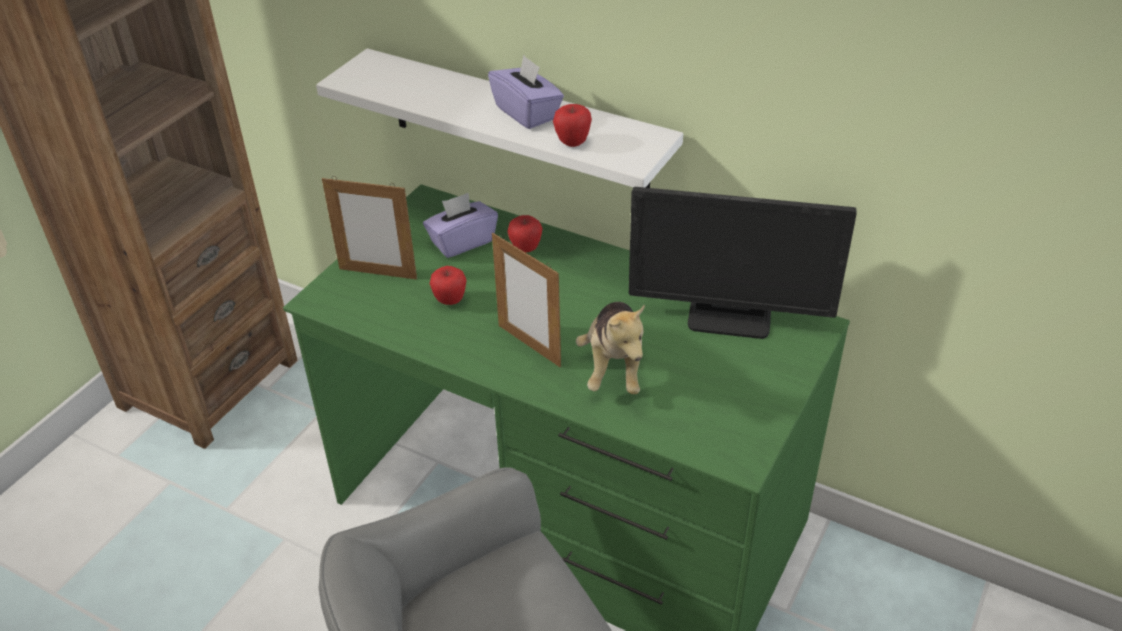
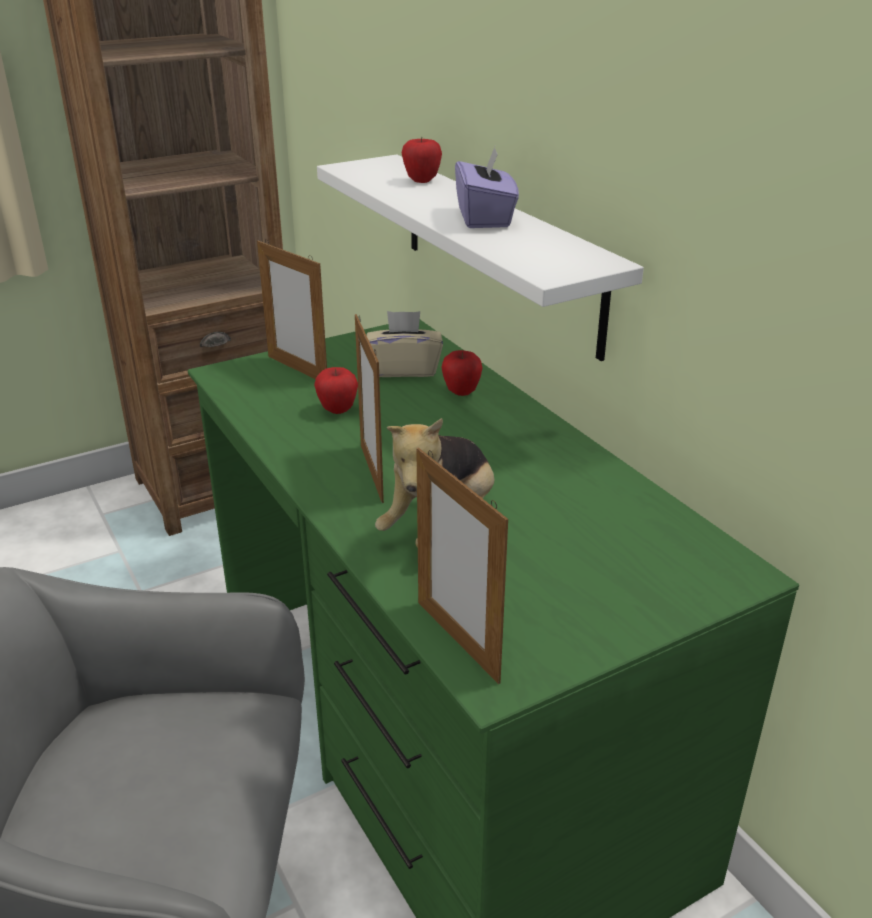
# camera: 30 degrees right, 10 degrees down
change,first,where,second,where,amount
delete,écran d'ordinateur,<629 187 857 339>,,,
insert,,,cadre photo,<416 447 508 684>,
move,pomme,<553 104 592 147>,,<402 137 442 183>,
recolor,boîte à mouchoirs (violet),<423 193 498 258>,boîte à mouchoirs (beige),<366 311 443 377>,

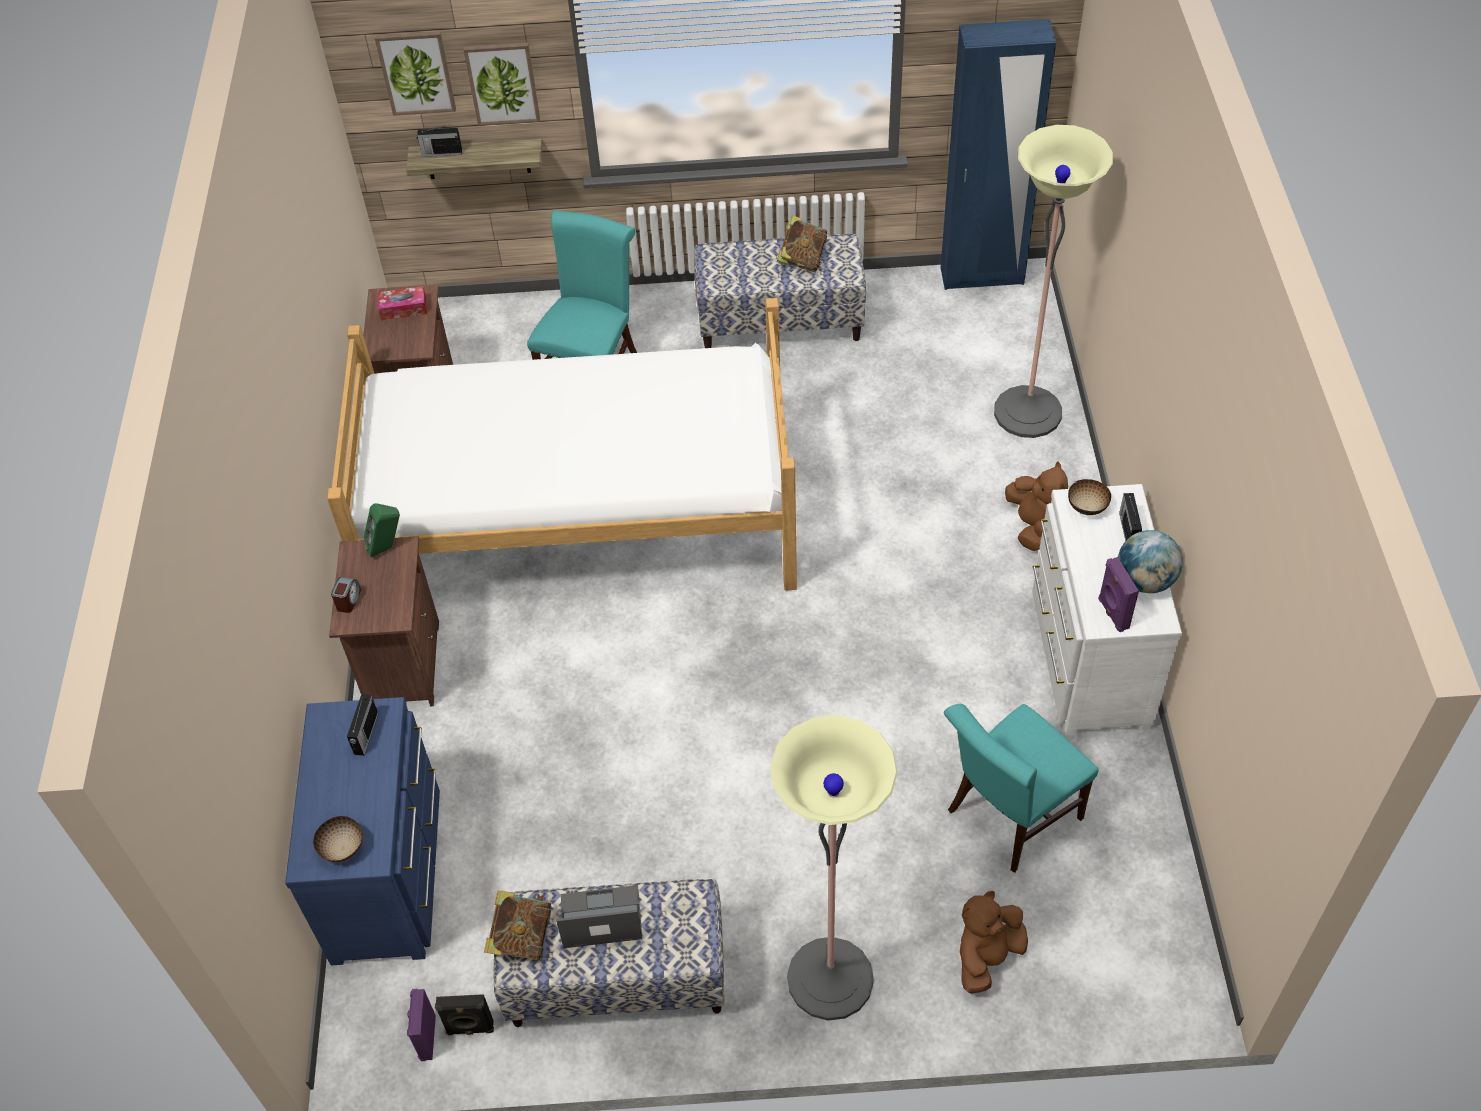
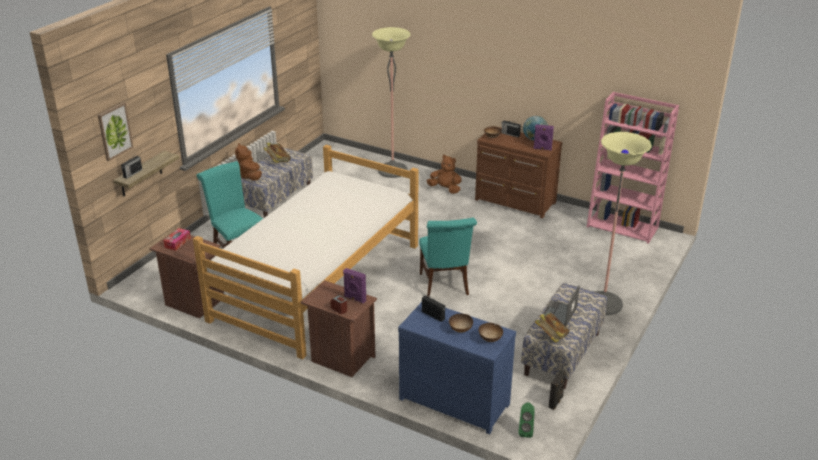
# camera: 60 degrees left, 20 degrees down
change,first,where,second,where,amount
delete,tableau,<464 43 540 126>,,,
delete,armoire (bleu),<941 19 1056 290>,,,
insert,,,bol,<449 314 473 333>,
insert,,,bibliothèque (rose),<587 92 679 244>,
move,enceinte (vert),<364 503 400 557>,,<518 402 535 438>,
move,enceinte (violet),<407 989 436 1061>,,<343 268 366 304>,
move,chaise (turquoise),<944 704 1098 873>,,<419 218 477 297>,
move,peluche (marron),<960 891 1028 994>,,<235 143 262 180>,
recolor,commode (blanc),<1032 484 1182 735>,commode (marron),<475 126 562 218>,

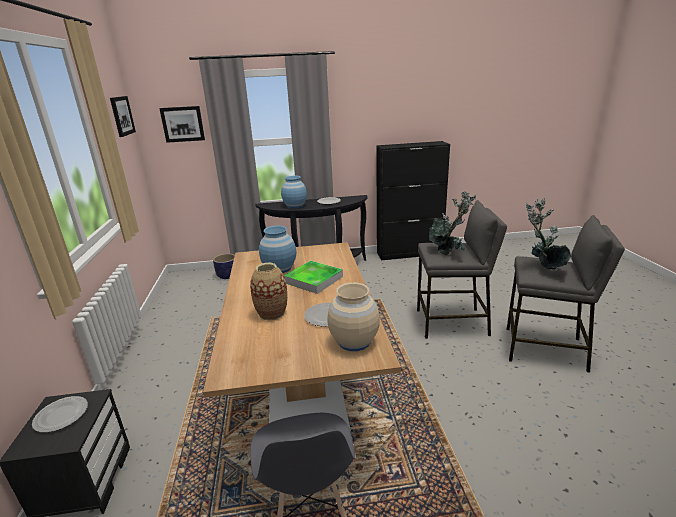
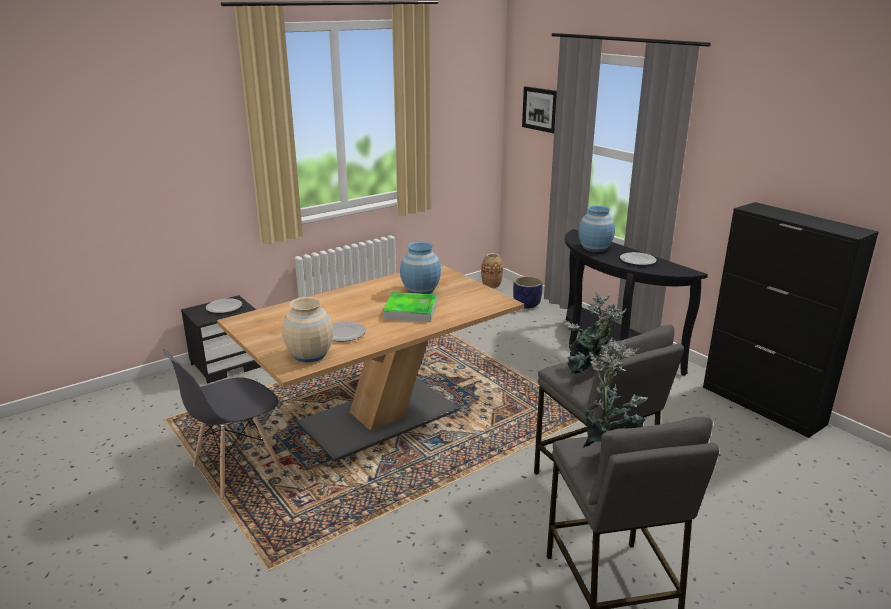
# camera: 60 degrees right, 0 degrees up
change,first,where,second,where,amount
delete,tableau,<110 96 136 137>,,,
move,vase,<250 263 287 320>,,<481 253 503 289>,

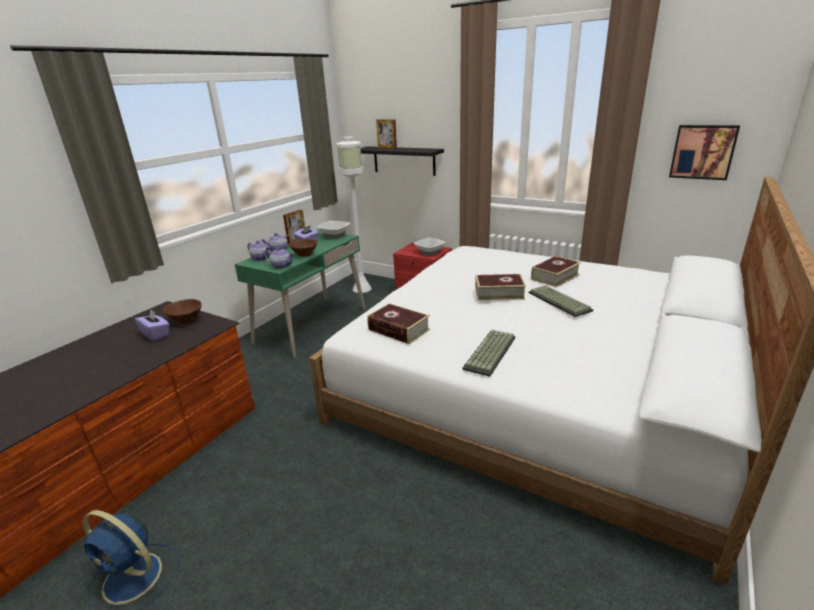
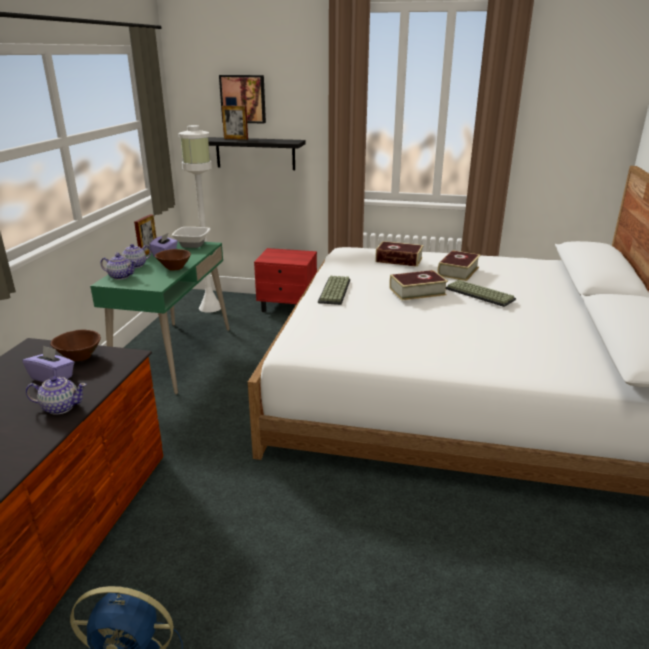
# camera: 20 degrees left, 0 degrees up
change,first,where,second,where,amount
delete,bol,<414 238 446 256>,,,
move,théière,<265 247 294 269>,,<26 376 87 415>,
move,livre,<367 303 430 344>,,<375 241 424 267>,
move,clavier,<462 330 515 377>,,<318 276 350 305>,
move,tableau,<669 125 740 180>,,<219 75 266 124>,

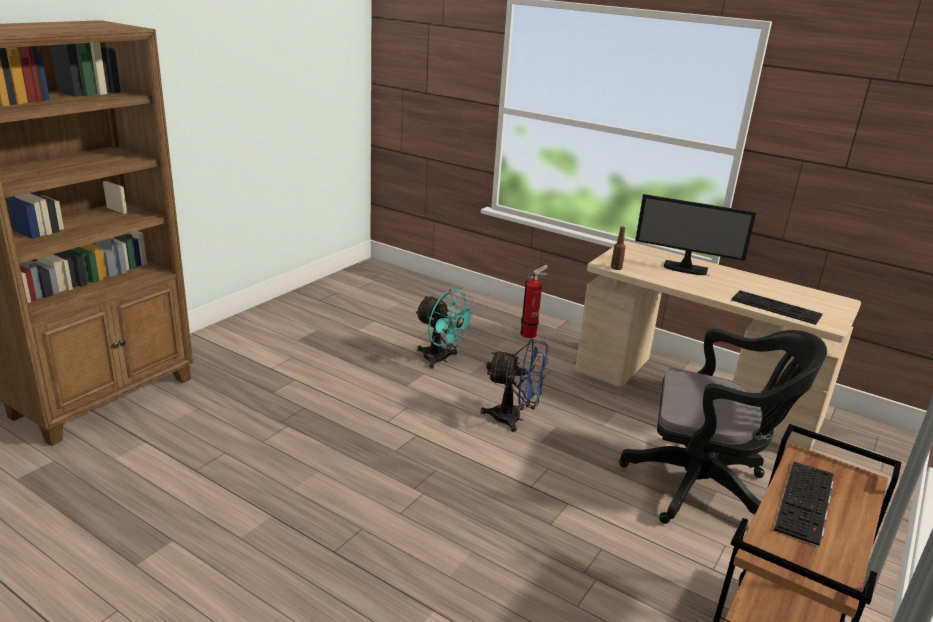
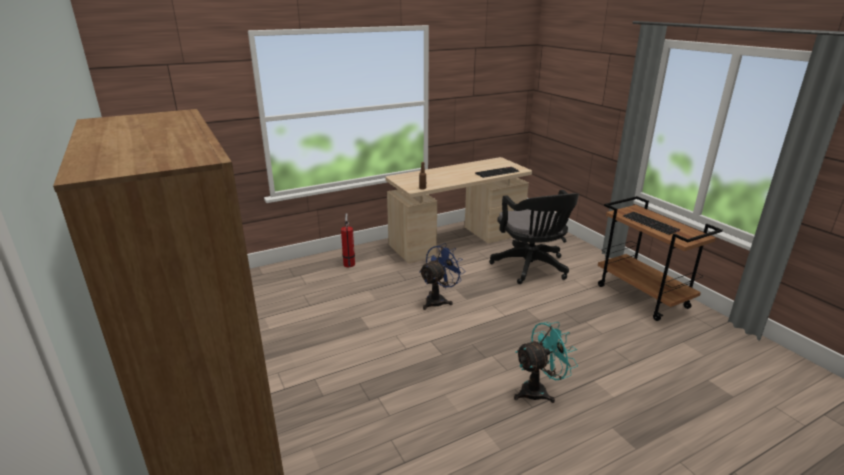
# camera: 60 degrees left, 0 degrees up
change,first,where,second,where,amount
delete,écran d'ordinateur,<635 194 756 275>,,,
move,ventilateur (turquoise),<415 289 477 369>,,<514 322 578 403>,
rotate,chaise de bureau (noir),<619 329 827 524>,,<489 190 579 284>,120 degrees clockwise

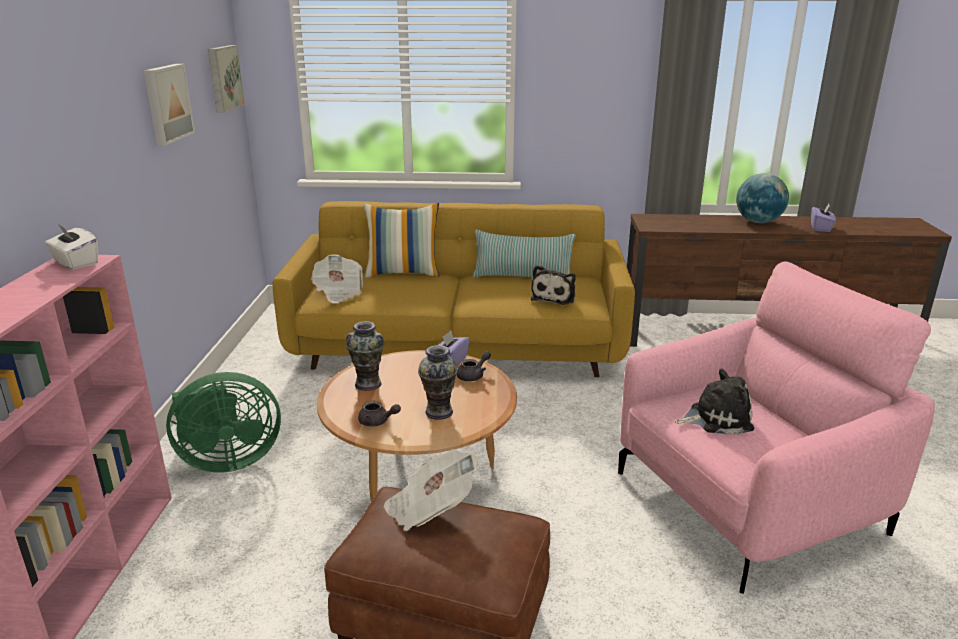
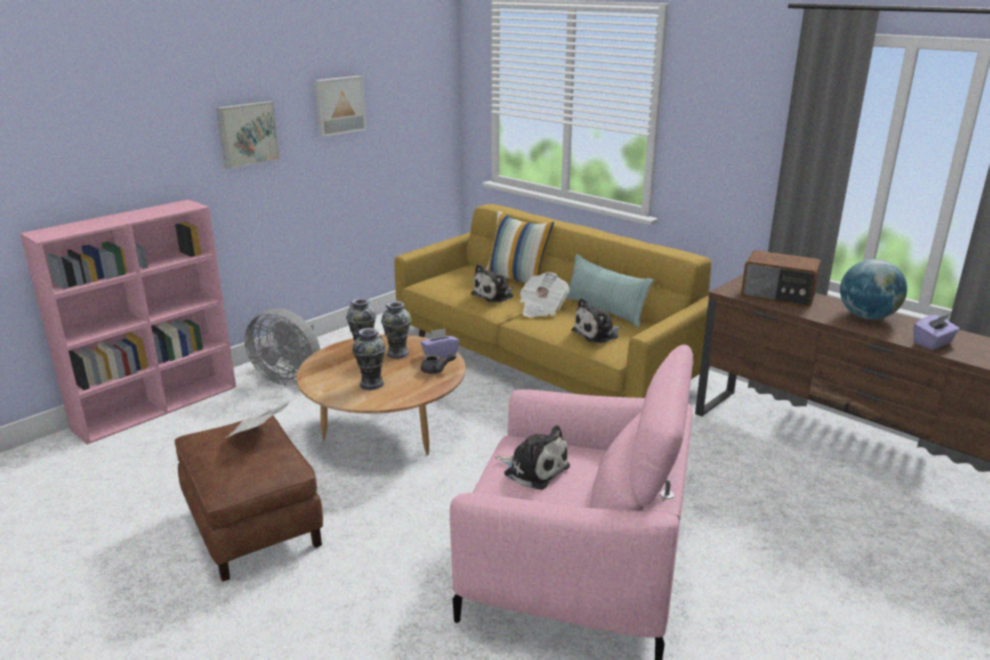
# camera: 40 degrees right, 0 degrees up
change,first,where,second,where,amount
delete,boîte à mouchoirs (blanc),<45 223 98 270>,,,
delete,théière (gris),<358 401 401 427>,,,
insert,,,vase,<381 301 412 359>,
insert,,,peluche,<471 264 513 302>,
insert,,,radio,<741 250 821 307>,
move,tableau,<208 45 245 113>,,<217 101 280 169>,
move,journal,<311 254 363 303>,,<520 272 570 317>,
recolor,ventilateur (vert),<166 372 281 473>,ventilateur (gris),<244 309 320 386>,

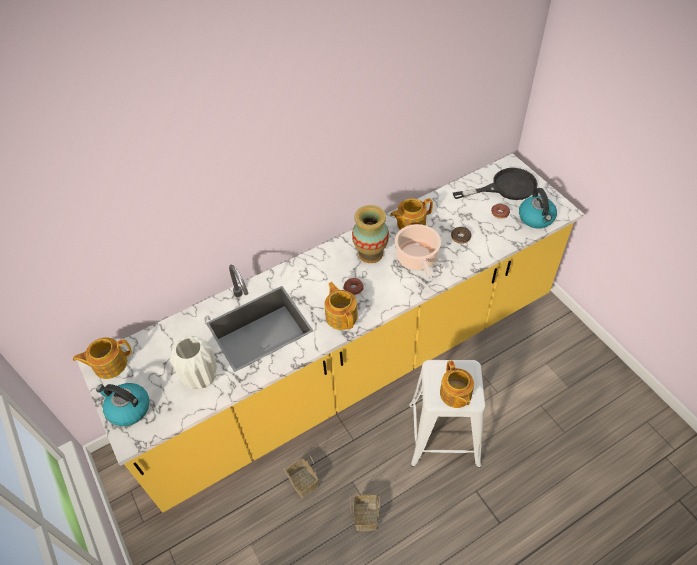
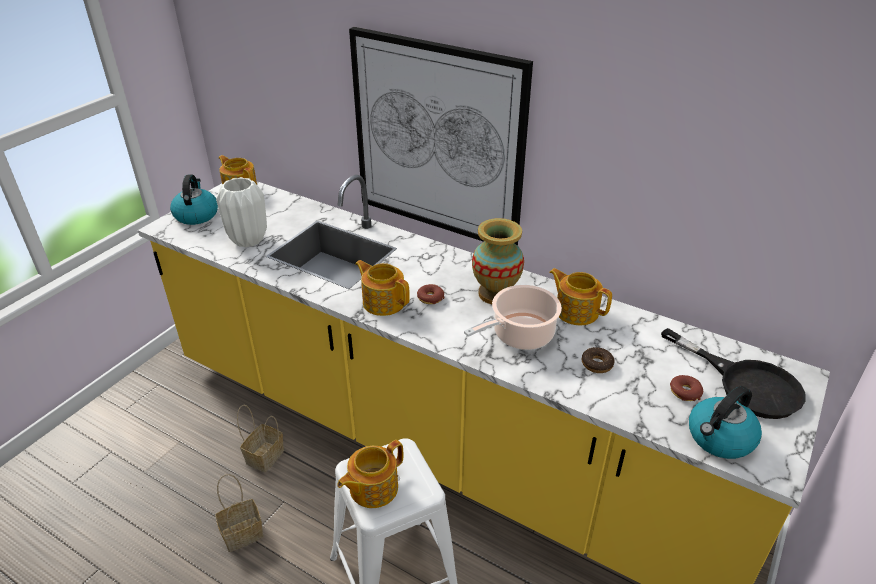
# camera: 60 degrees right, 15 degrees down
change,first,where,second,where,amount
insert,,,tableau,<349 27 533 246>,
rotate,théière,<325 282 358 330>,,<355 260 410 316>,90 degrees counterclockwise

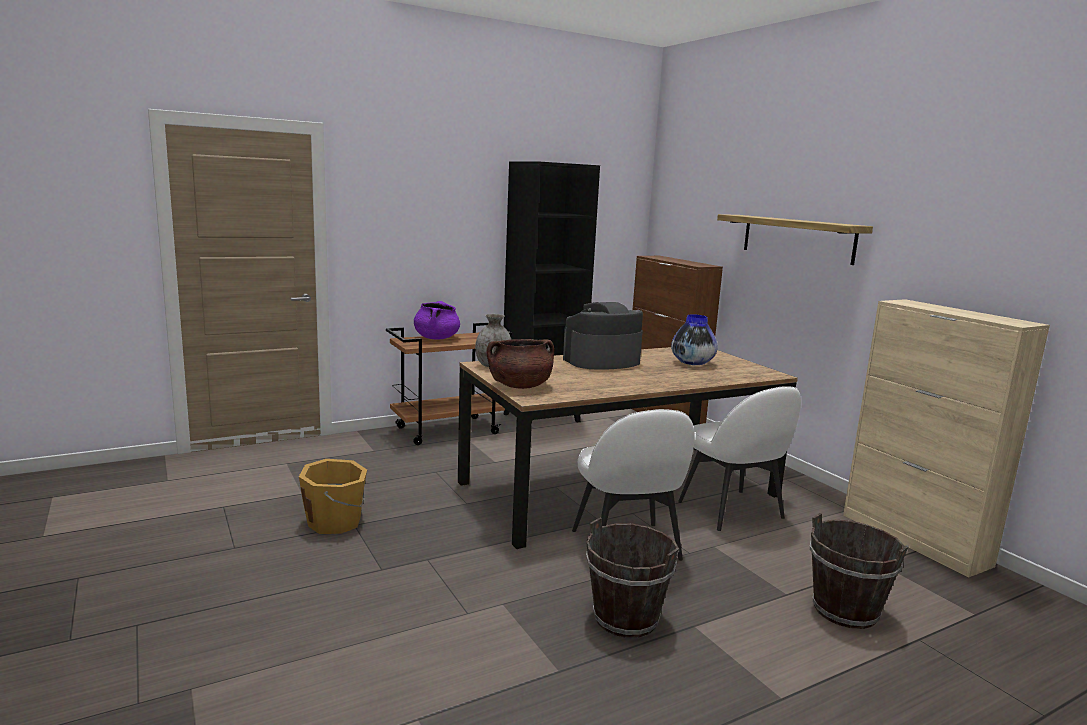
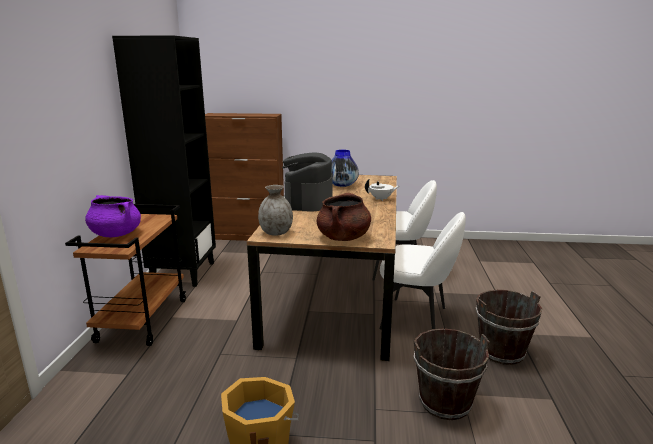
# camera: 55 degrees left, 5 degrees up
change,first,where,second,where,amount
delete,étagère,<717 214 873 265>,,,
delete,meuble de rangement (beige),<843 299 1050 577>,,,
insert,,,théière (blanc),<365 179 399 201>,
move,seau (marron),<810 513 909 629>,,<414 328 490 420>,

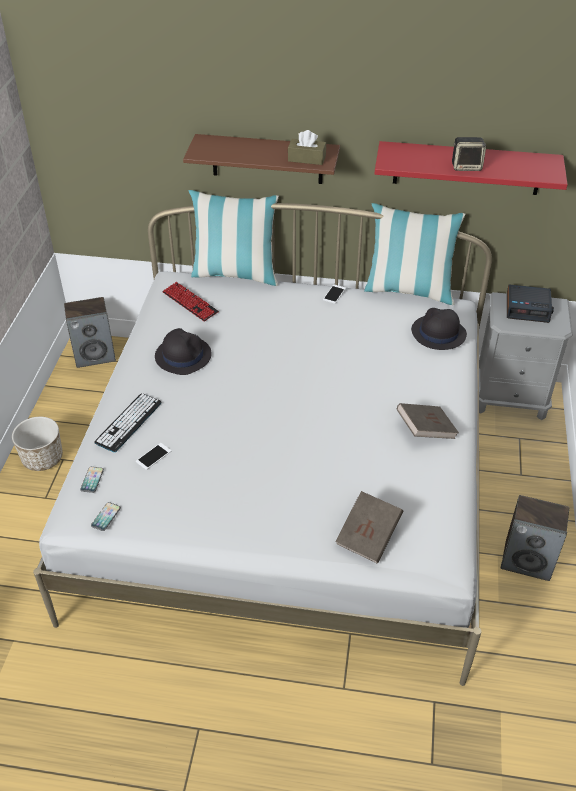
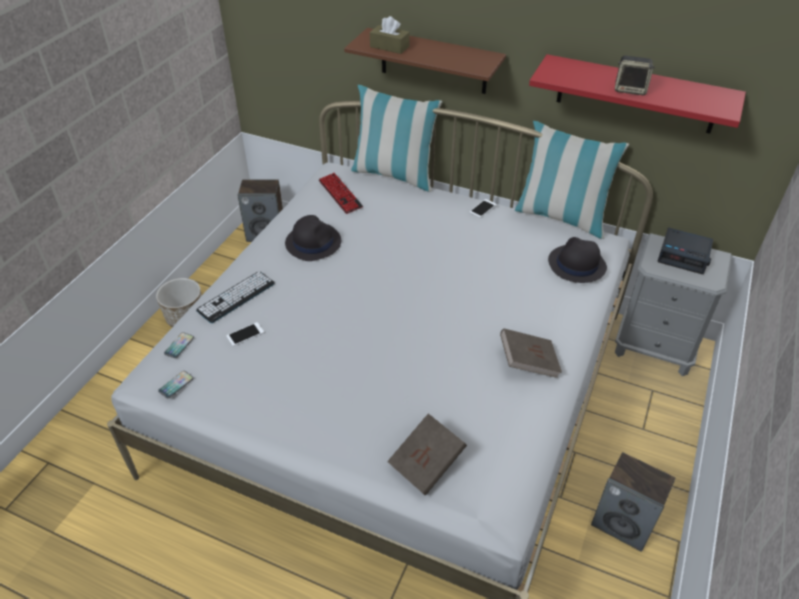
# camera: 15 degrees right, 0 degrees up
change,first,where,second,where,amount
move,boîte à mouchoirs (marron),<288 130 326 165>,,<370 16 410 54>,

